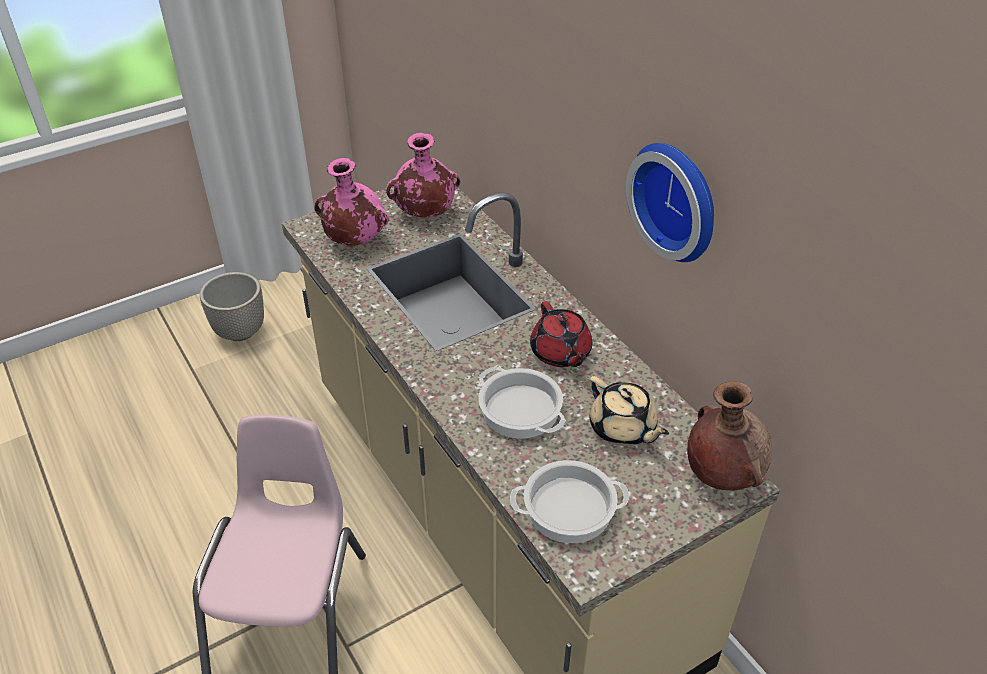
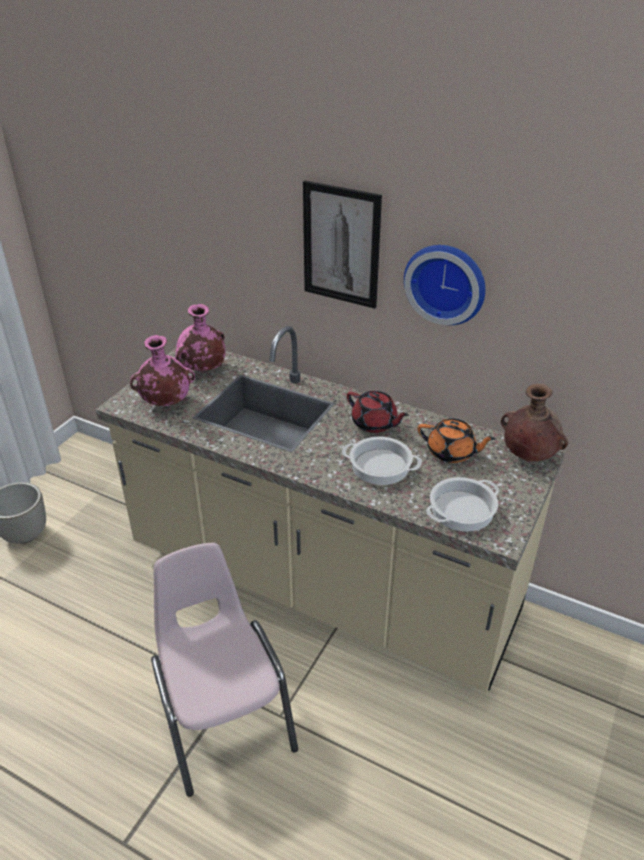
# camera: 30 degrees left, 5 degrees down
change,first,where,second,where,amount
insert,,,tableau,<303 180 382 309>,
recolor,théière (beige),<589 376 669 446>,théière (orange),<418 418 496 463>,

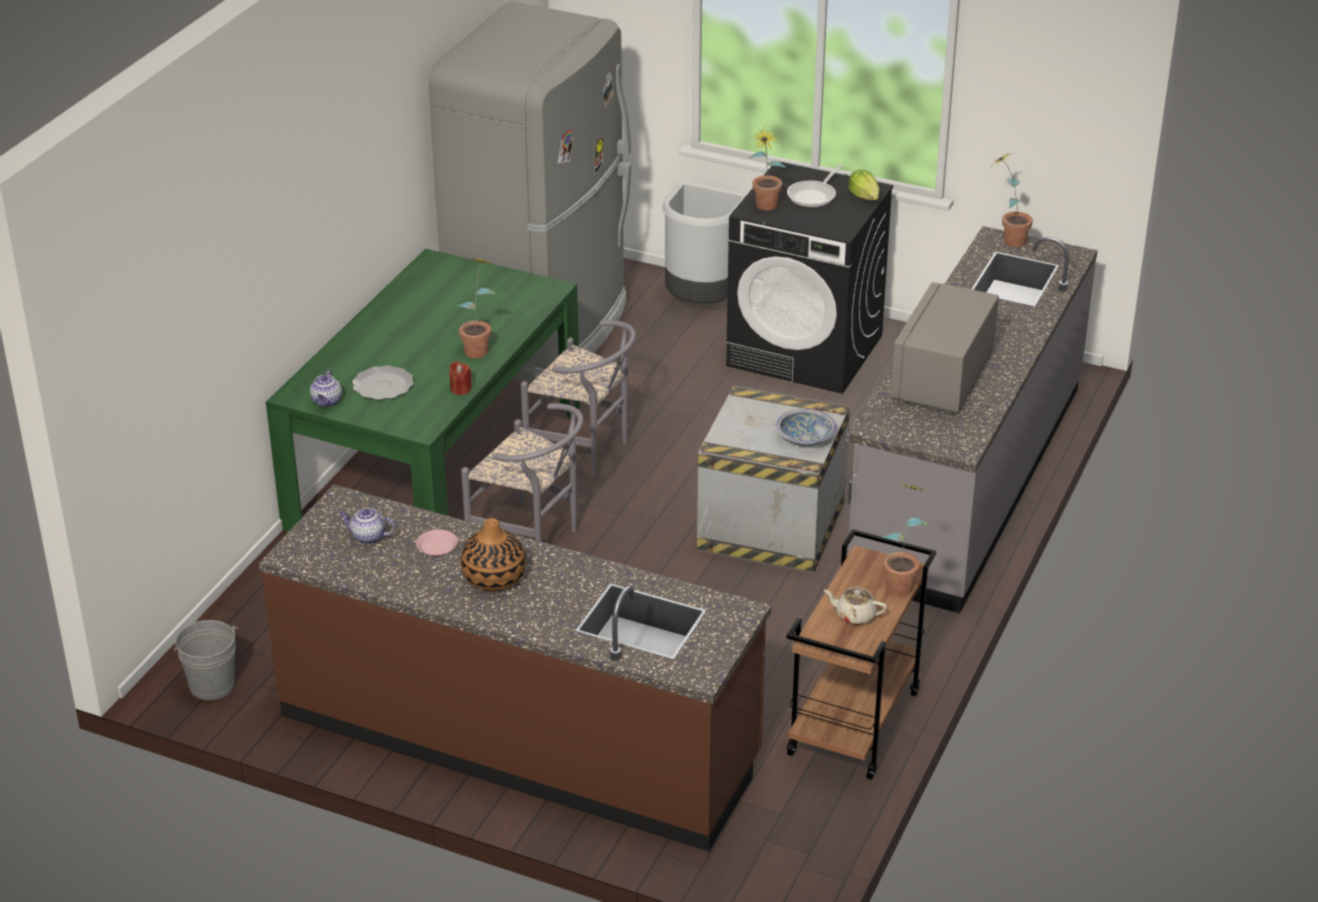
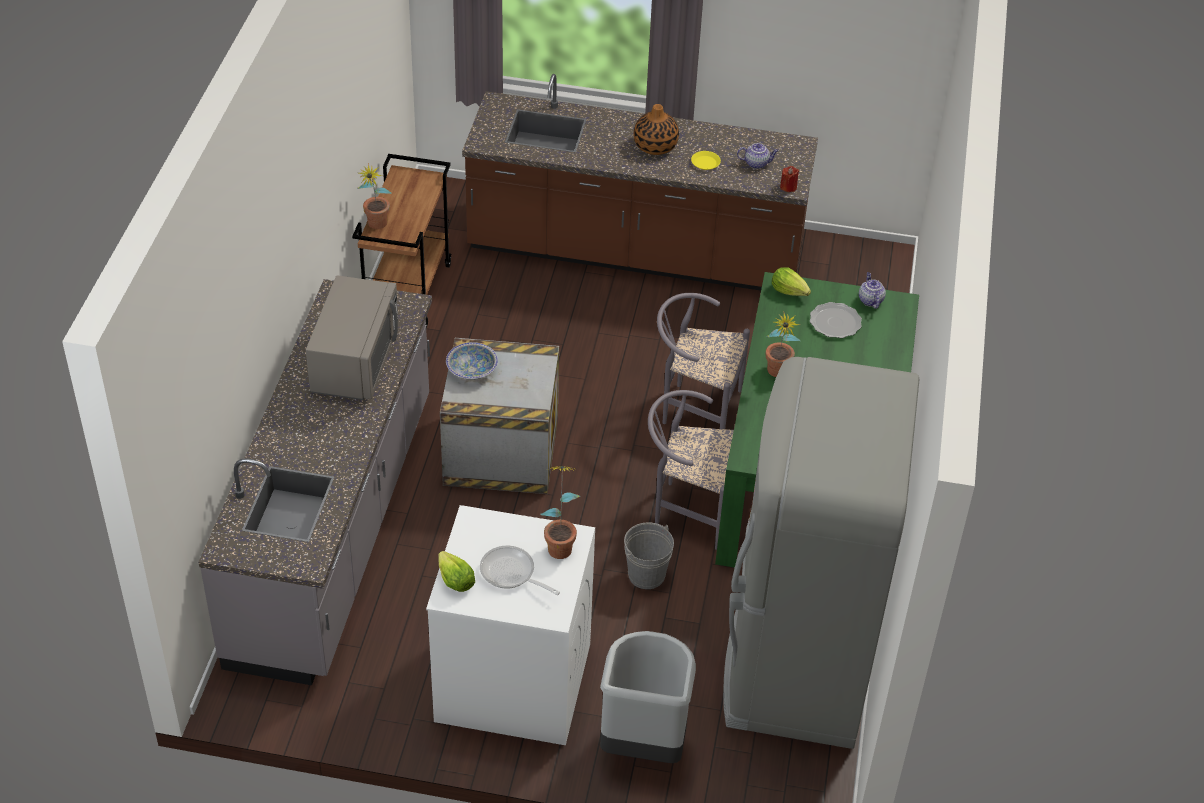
# camera: 165 degrees right, 10 degrees up
change,first,where,second,where,amount
delete,théière (beige),<824 587 887 625>,,,
delete,plante en pot,<992 153 1033 247>,,,
insert,,,laitue,<772 267 811 296>,
move,seau (gris),<174 620 238 700>,,<624 522 674 589>,
move,bougie (rouge),<449 361 472 395>,,<780 166 799 192>,
recolor,assiette (rose),<416 530 458 556>,assiette (jaune),<691 151 721 170>,
recolor,lave-linge (noir),<726 161 893 394>,lave-linge (blanc),<426 505 595 745>,
rotate,poêle,<787 165 842 208>,,<480 546 560 595>,75 degrees counterclockwise

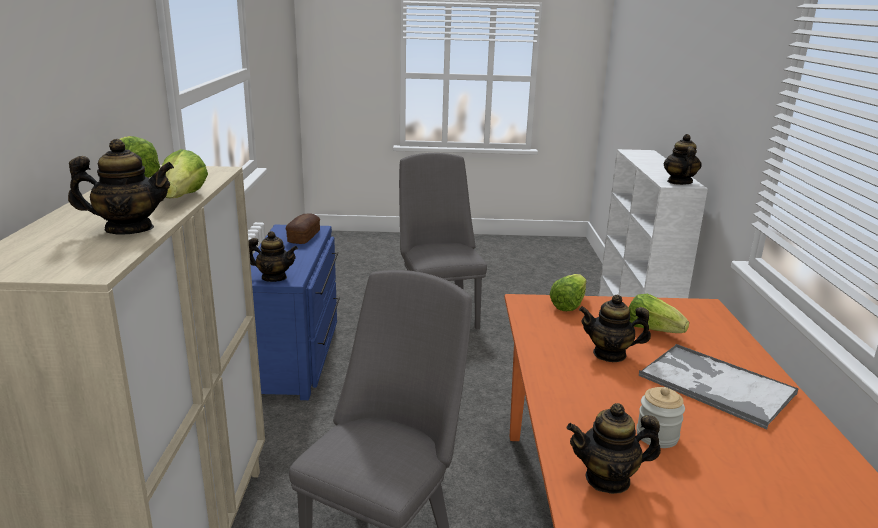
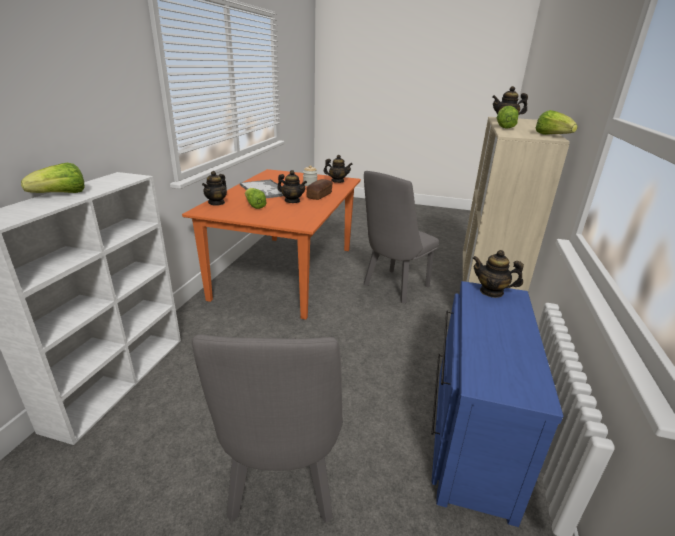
# camera: 165 degrees left, 5 degrees up
change,first,where,second,where,amount
move,pain,<286 213 320 244>,,<306 179 333 200>,
move,laitue,<550 274 586 311>,,<21 163 84 193>,
move,théière,<664 134 702 185>,,<202 171 227 206>,

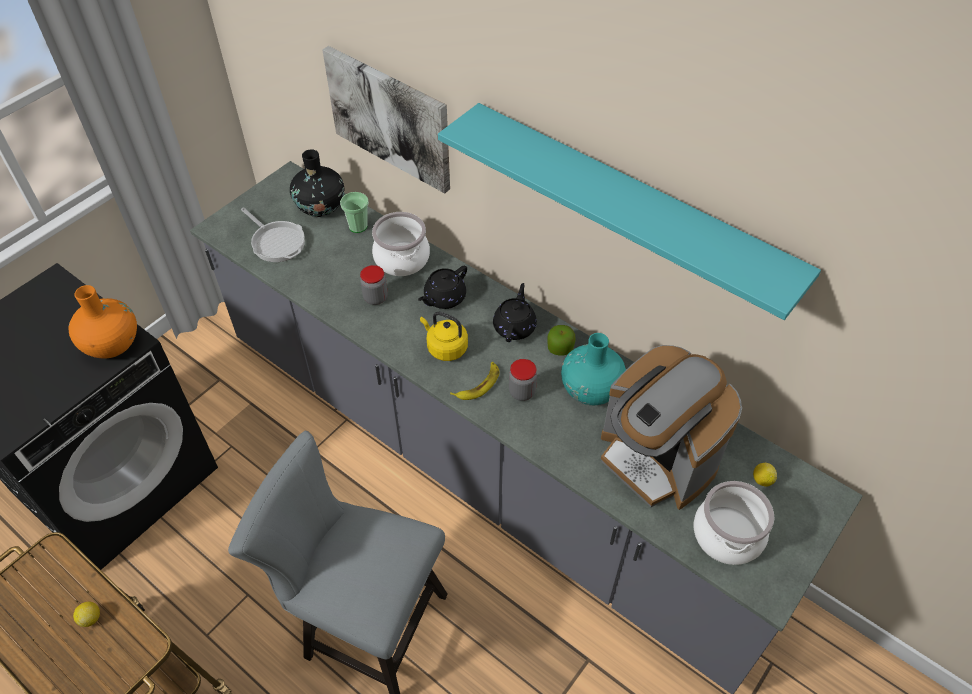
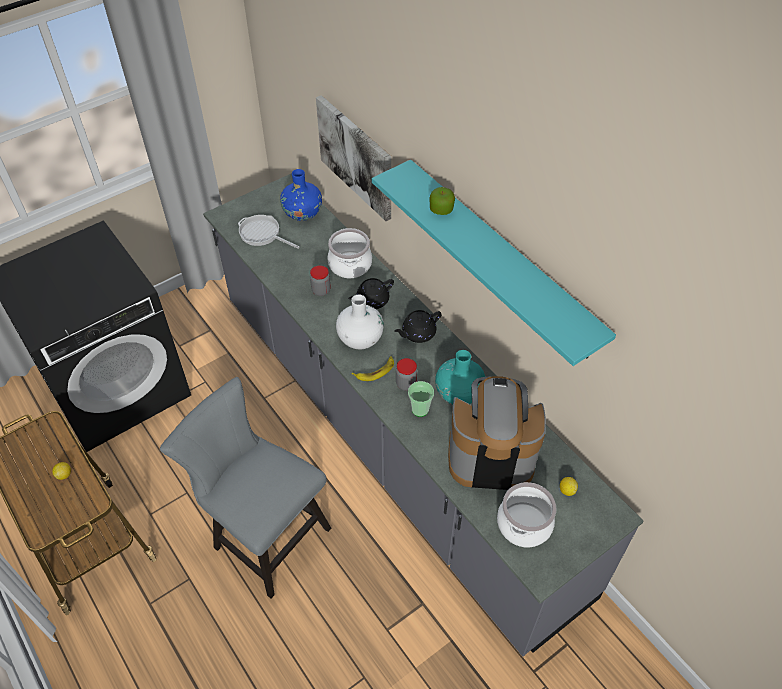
# camera: 15 degrees right, 0 degrees up
change,first,where,second,where,amount
delete,vase (orange),<69 285 137 358>,,,
move,tasse,<340 192 369 233>,,<408 381 434 417>,
move,pomme,<547 325 576 356>,,<429 187 455 215>,
replace,bouilloire (jaune),<420 312 468 361>,vase (blanc),<336 294 384 349>,
recolor,vase (noir),<290 149 344 217>,vase (bleu),<280 169 322 221>,
rotate,poêle,<241 207 305 262>,,<238 215 300 249>,150 degrees clockwise
rotate,théière (noir),<493 283 537 342>,,<394 310 442 343>,150 degrees counterclockwise
rotate,machine à café,<601 345 742 510>,,<448 376 546 490>,120 degrees clockwise

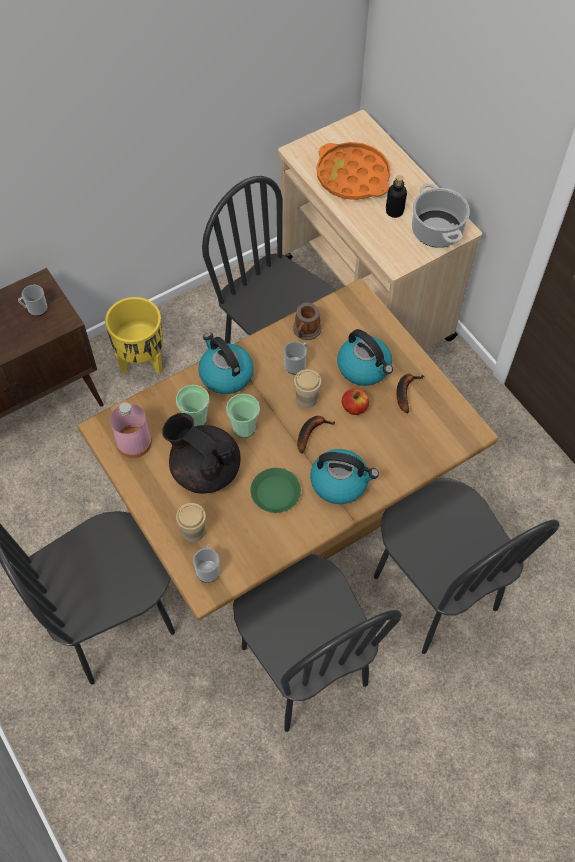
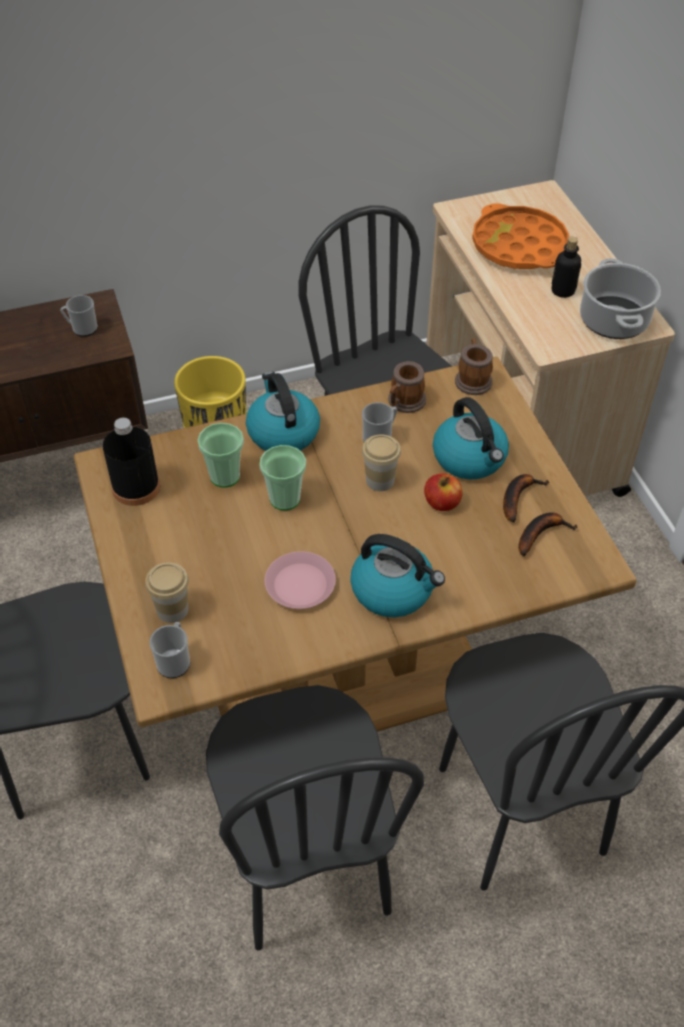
# camera: 15 degrees right, 10 degrees down
change,first,where,second,where,amount
delete,théière (noir),<162 413 241 494>,,,
insert,,,mug,<455 339 493 395>,
move,banane,<297 416 335 454>,,<518 512 578 556>,
recolor,bouteille (rose),<110 403 152 458>,bouteille (noir),<103 418 160 506>,
recolor,assiette (vert),<251 468 301 513>,assiette (rose),<265 551 336 609>,

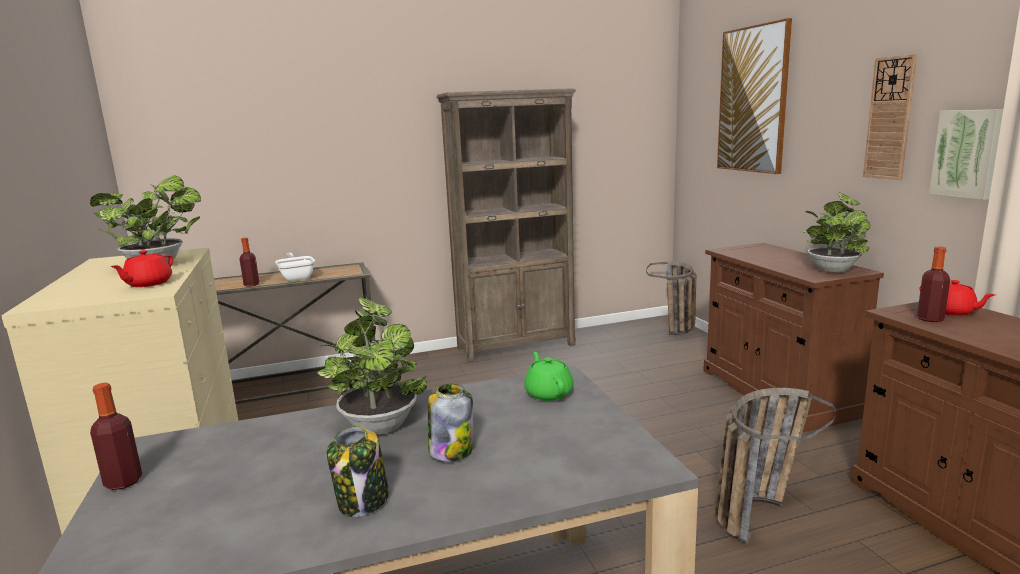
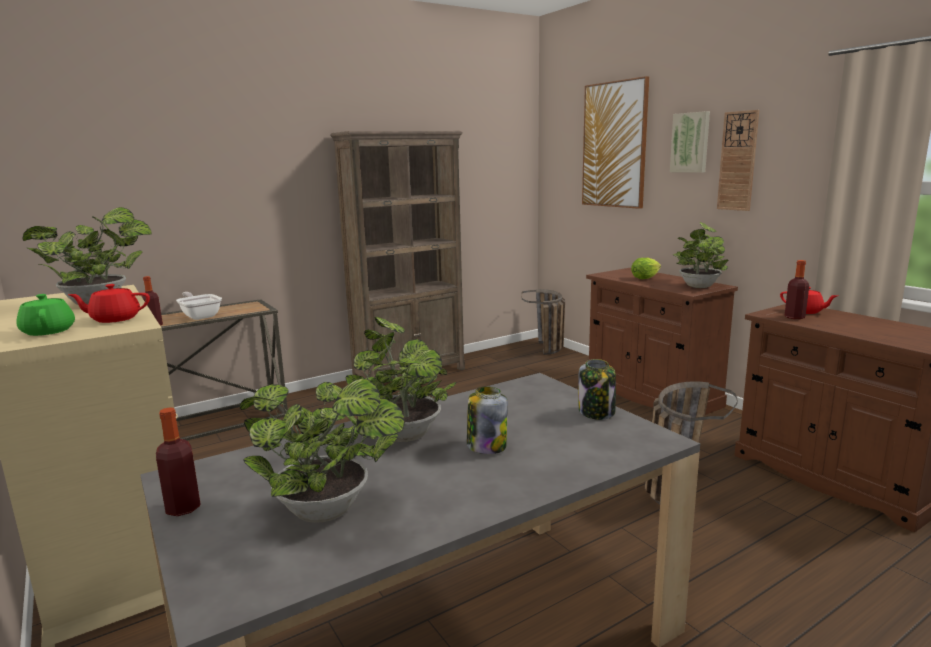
# camera: 15 degrees left, 0 degrees up
change,first,where,second,where,amount
insert,,,plante en pot,<240 378 404 523>,
insert,,,laitue,<631 258 661 279>,
move,bocal,<327 426 389 517>,,<578 359 616 420>,
move,théière (vert),<524 352 574 401>,,<16 294 75 336>,
move,tableau,<929 109 1003 200>,,<670 111 710 173>,
rotate,théière (rouge),<110 250 173 287>,,<68 284 150 323>,75 degrees clockwise

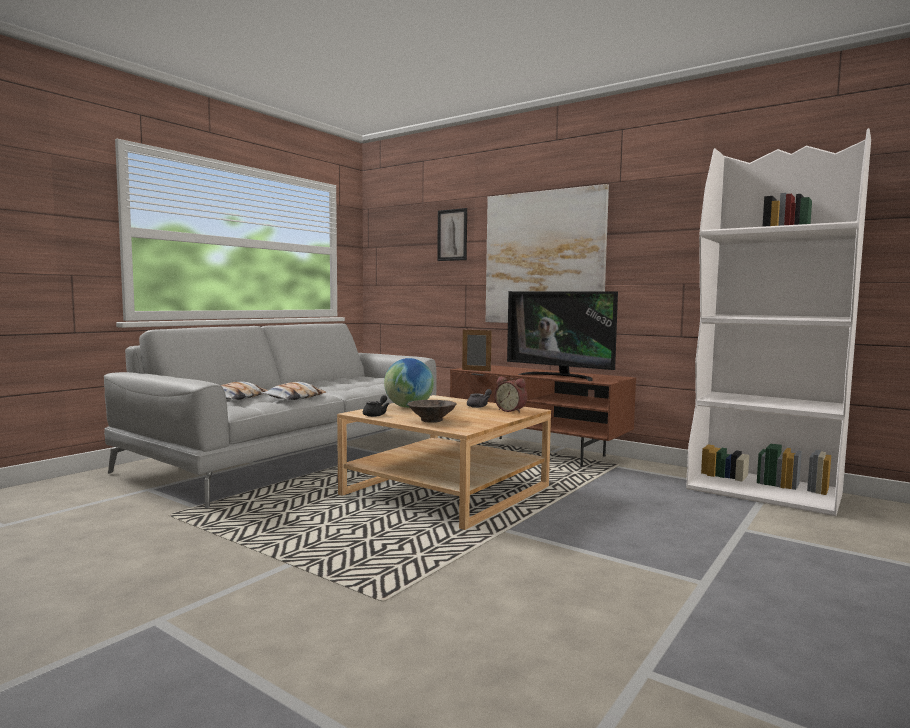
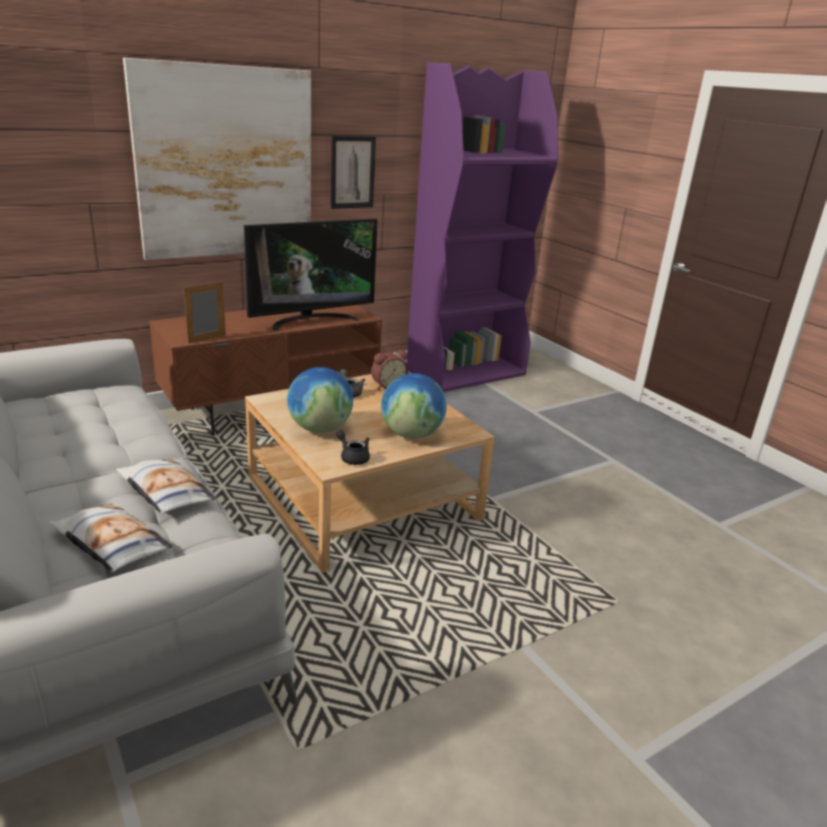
# camera: 70 degrees left, 20 degrees up
change,first,where,second,where,amount
move,tableau,<437 208 467 261>,,<331 136 376 209>,
replace,bol (marron),<407 400 457 423>,globe,<381 373 447 439>,
recolor,bibliothèque (blanc),<686 128 871 516>,bibliothèque (violet),<406 62 558 392>,

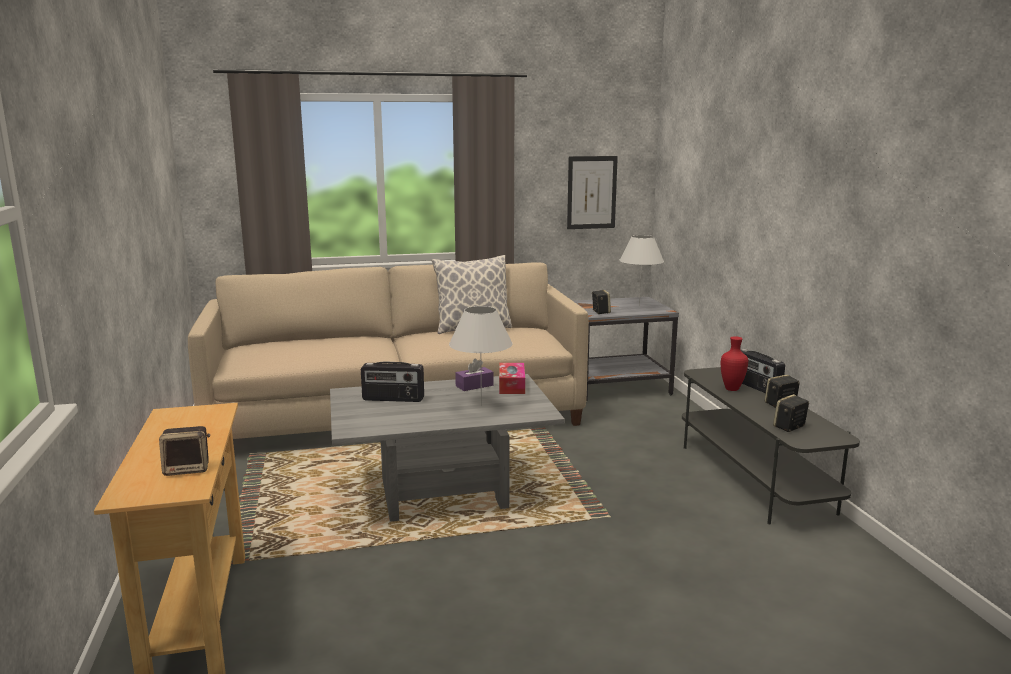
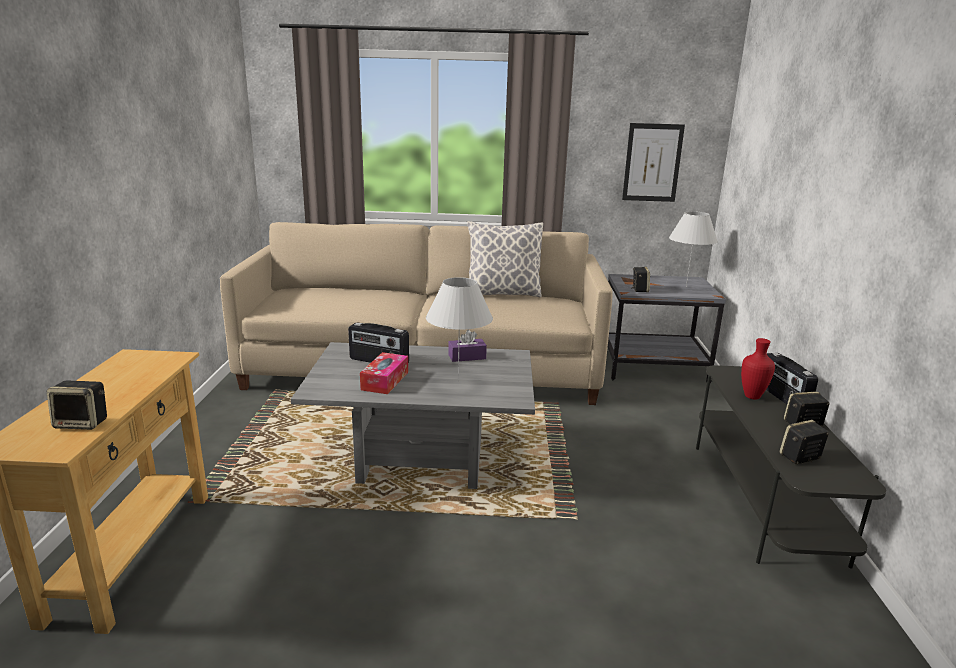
# camera: 15 degrees right, 5 degrees up
change,first,where,second,where,amount
move,boîte à mouchoirs,<499 363 525 394>,,<360 352 408 394>,

